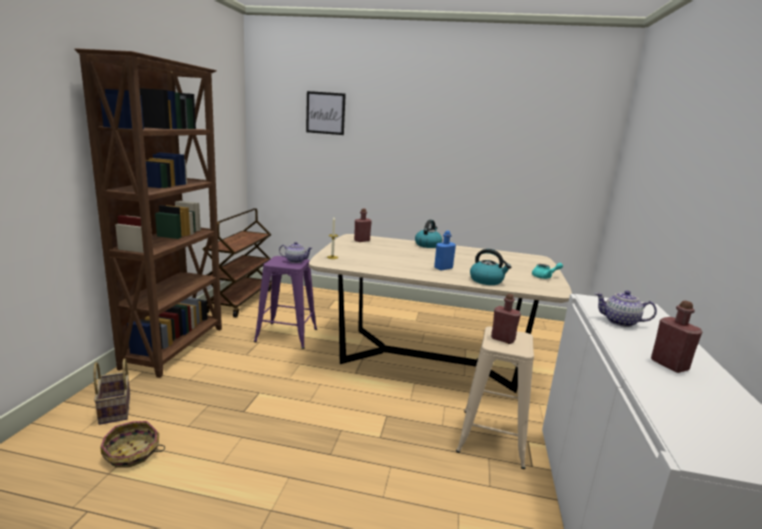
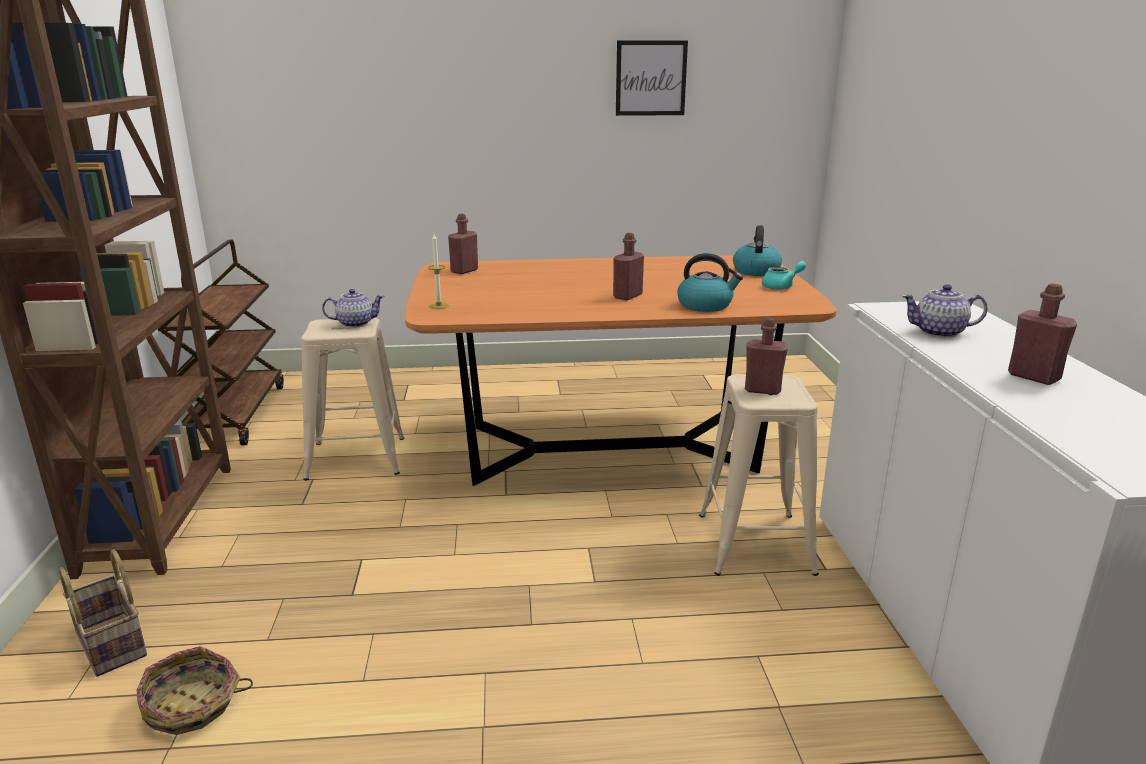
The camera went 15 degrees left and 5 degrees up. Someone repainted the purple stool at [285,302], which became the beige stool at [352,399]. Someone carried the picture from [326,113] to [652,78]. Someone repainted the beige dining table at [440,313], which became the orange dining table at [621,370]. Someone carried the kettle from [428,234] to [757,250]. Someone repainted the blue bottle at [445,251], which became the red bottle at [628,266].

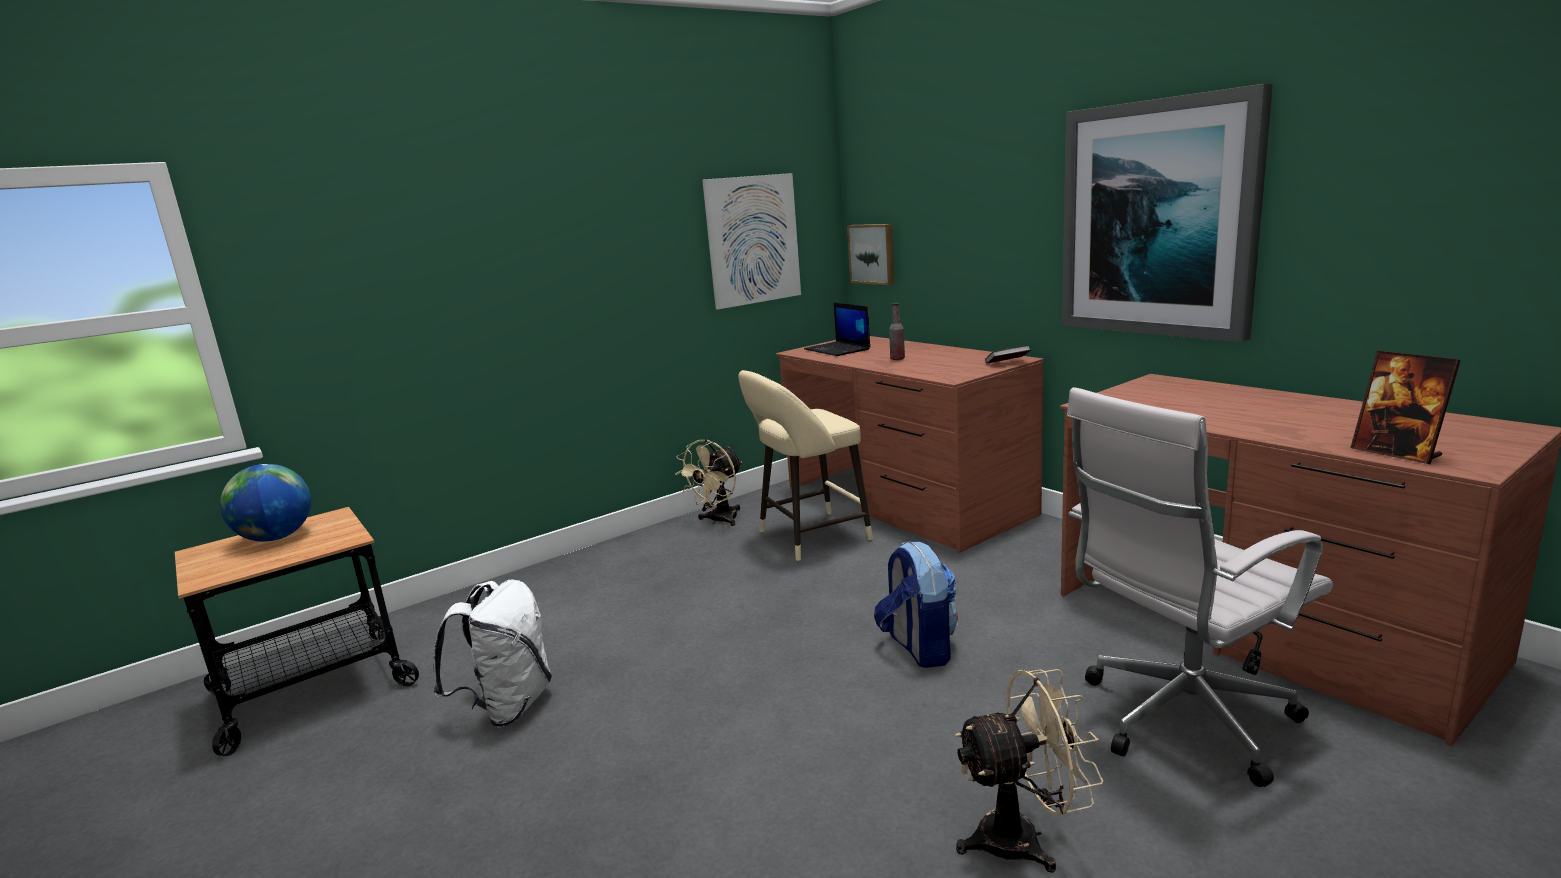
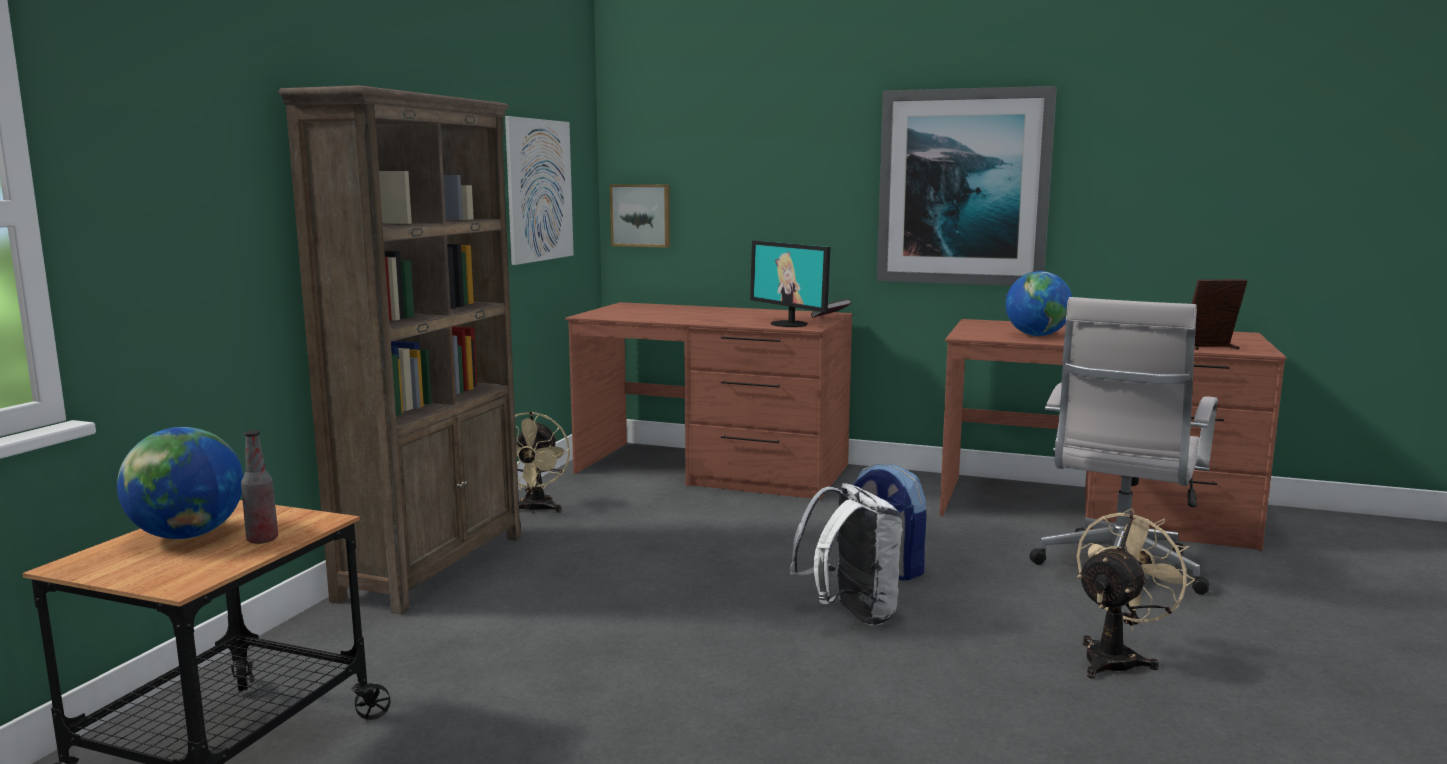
The camera went 35 degrees left and 5 degrees down. Someone carried the white backpack from [492,653] to [846,554]. Someone took away the beige stool at [805,465]. Someone took away the laptop at [837,329]. Someone carried the bottle from [897,331] to [259,487]. Someone rotated the picture frame at [1405,407] by 150 degrees clockwise. Someone put down the brown bookcase at [400,350]. Someone put down the monitor at [790,284]. Someone put down the globe at [1039,303].

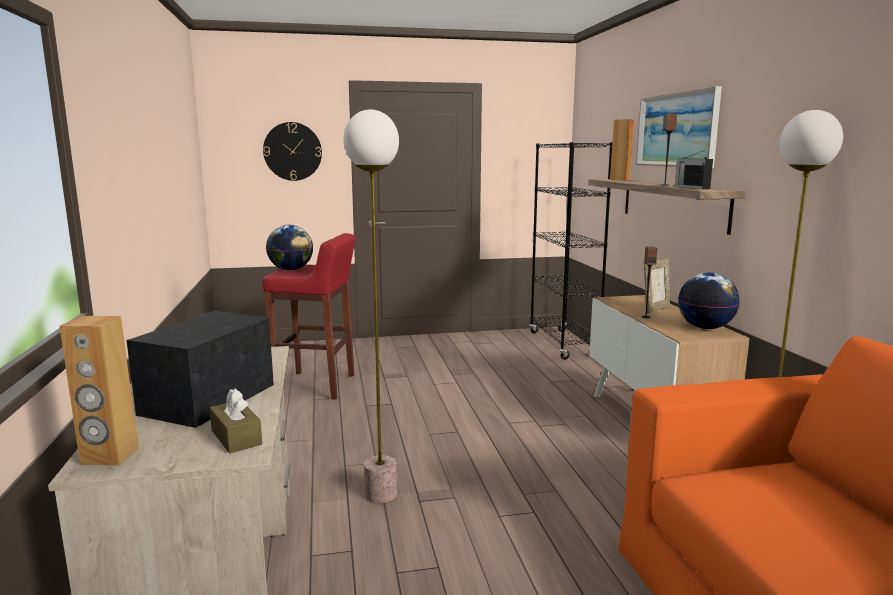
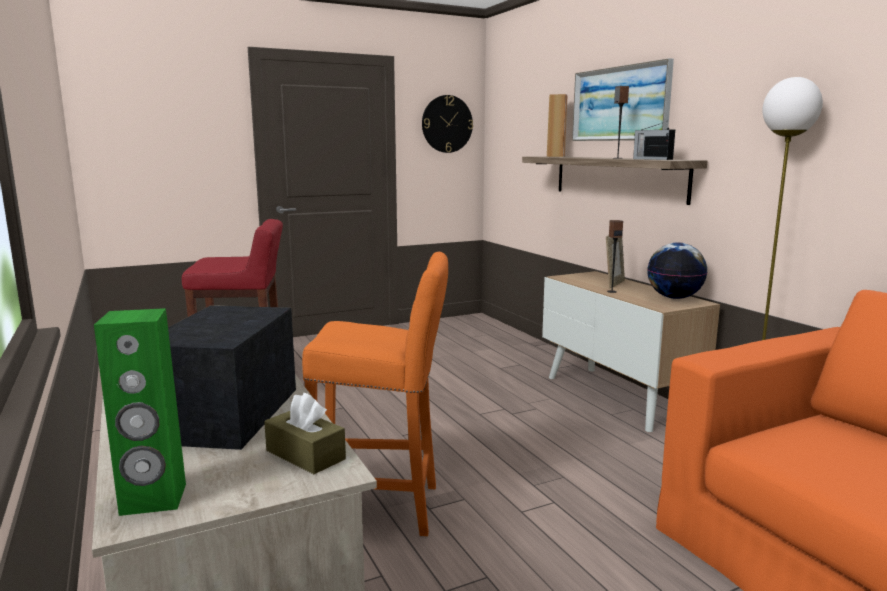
The camera went 15 degrees left and 0 degrees up. Someone repainted the brown speaker at [99,391], which became the green speaker at [140,412]. Someone carried the wall clock from [292,151] to [447,124]. Someone took away the globe at [289,248]. Someone swapped the floor lamp at [371,306] for the orange stool at [375,393]. Someone took away the black bookcase at [570,251].

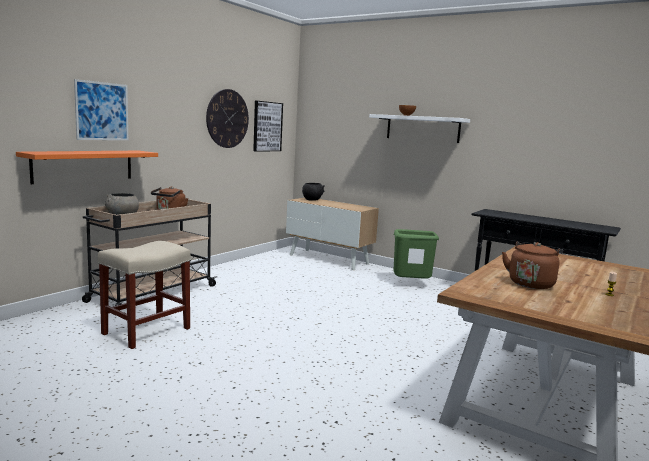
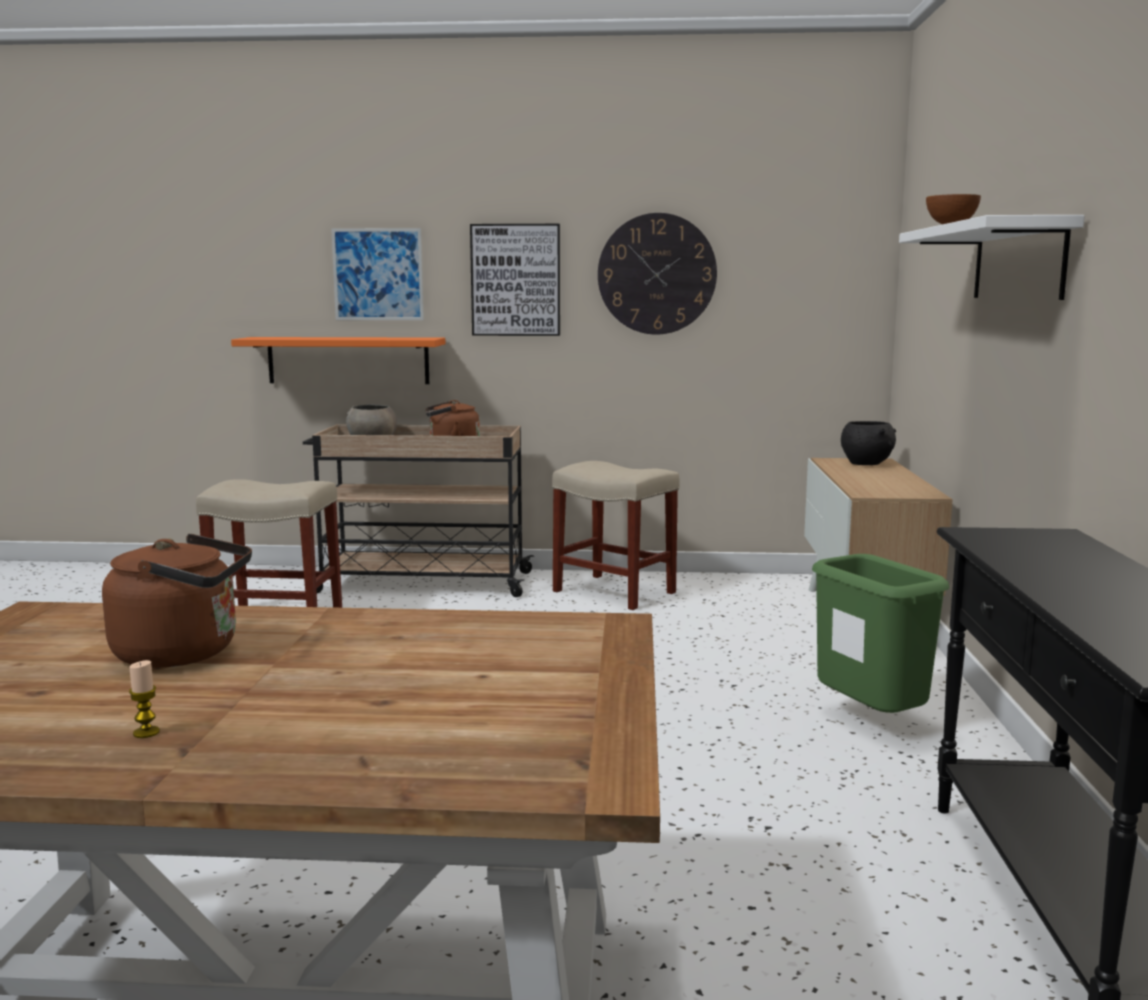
The camera went 60 degrees right and 0 degrees up. Someone carried the picture from [268,126] to [515,280]. Someone put down the beige stool at [616,535].

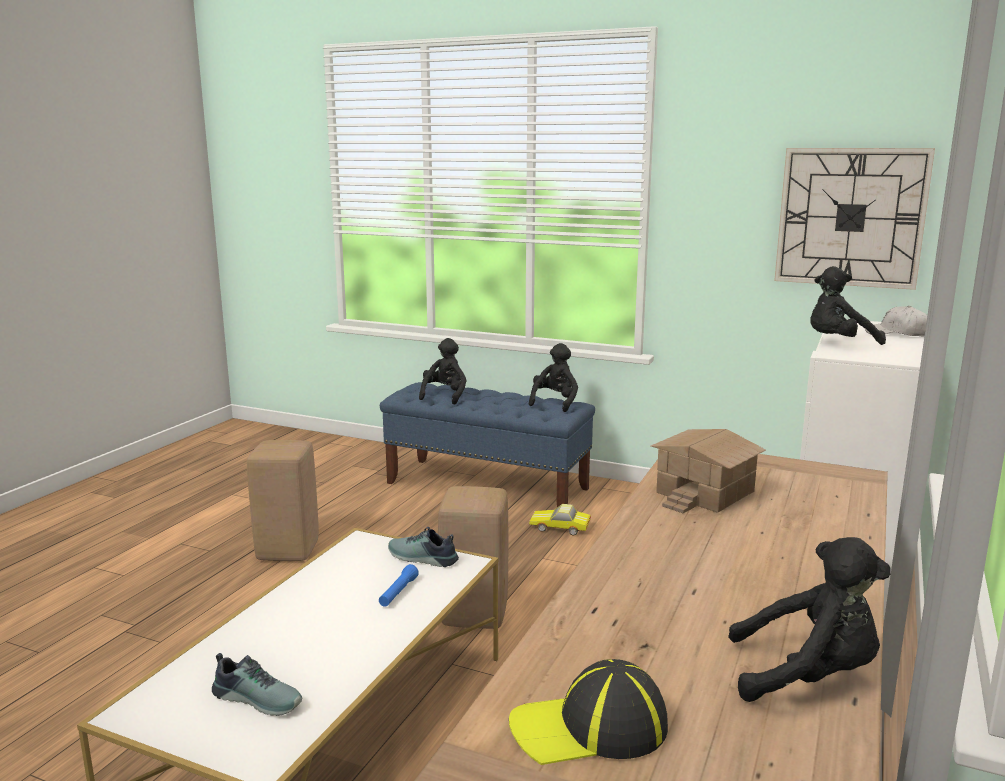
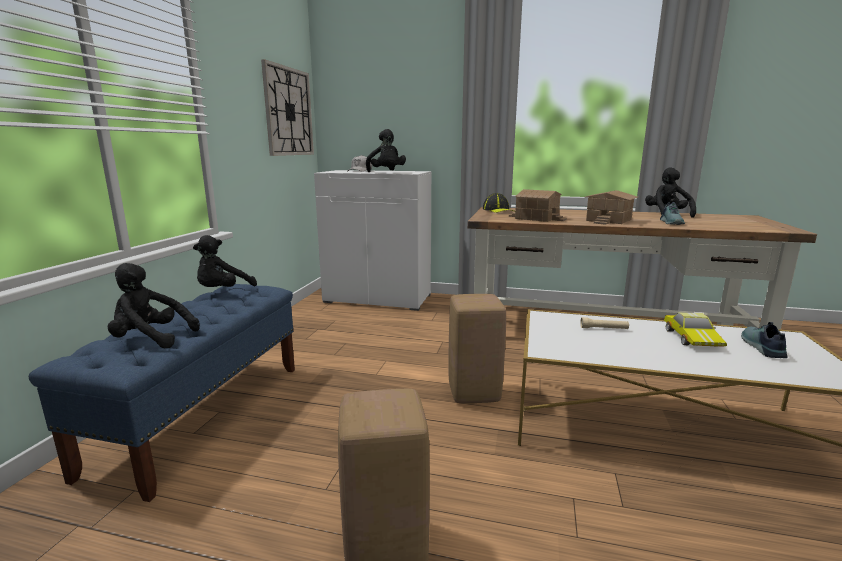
The camera went 100 degrees left and 0 degrees up. Someone repainted the blue flashlight at [399,585], which became the beige flashlight at [604,323]. Someone carried the shoe from [423,547] to [672,213]. Someone carried the cap from [588,712] to [499,203]. Someone rotated the black plush toy at [553,377] by 75 degrees counterclockwise. Someone carried the toy car from [560,519] to [695,329]. Someone put down the toy house at [611,207].

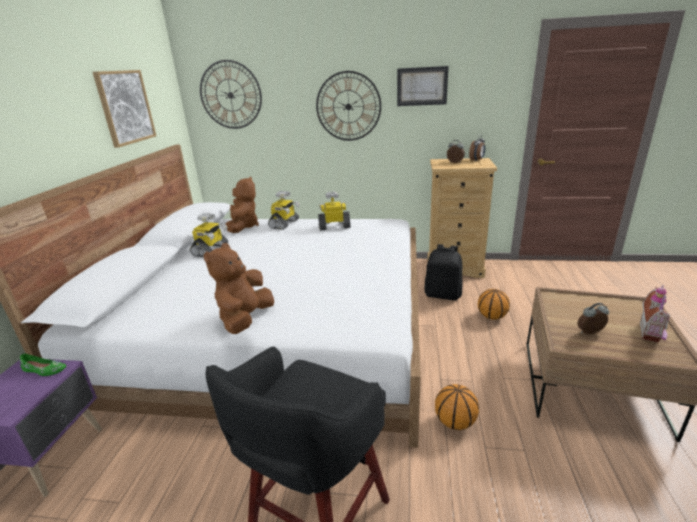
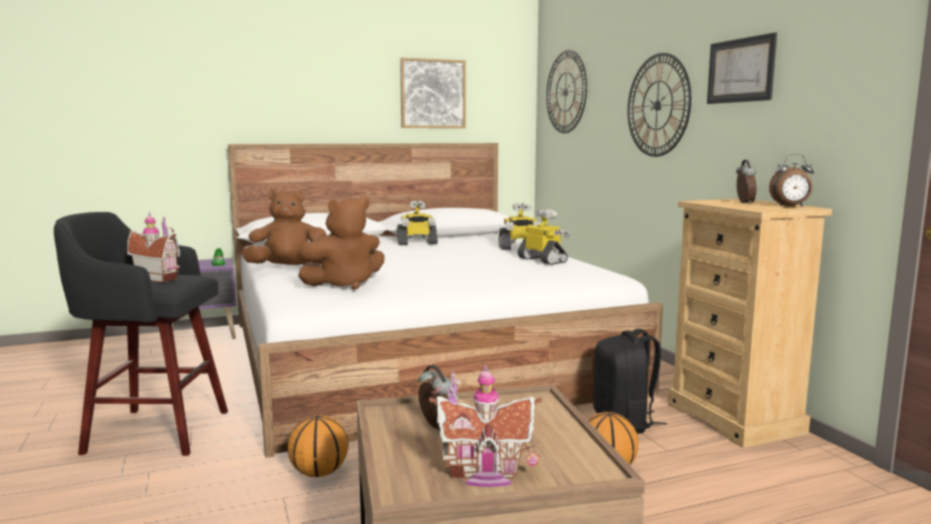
The camera went 60 degrees right and 15 degrees down. Someone carried the brown plush toy from [242,204] to [341,243]. Someone put down the toy house at [153,247].

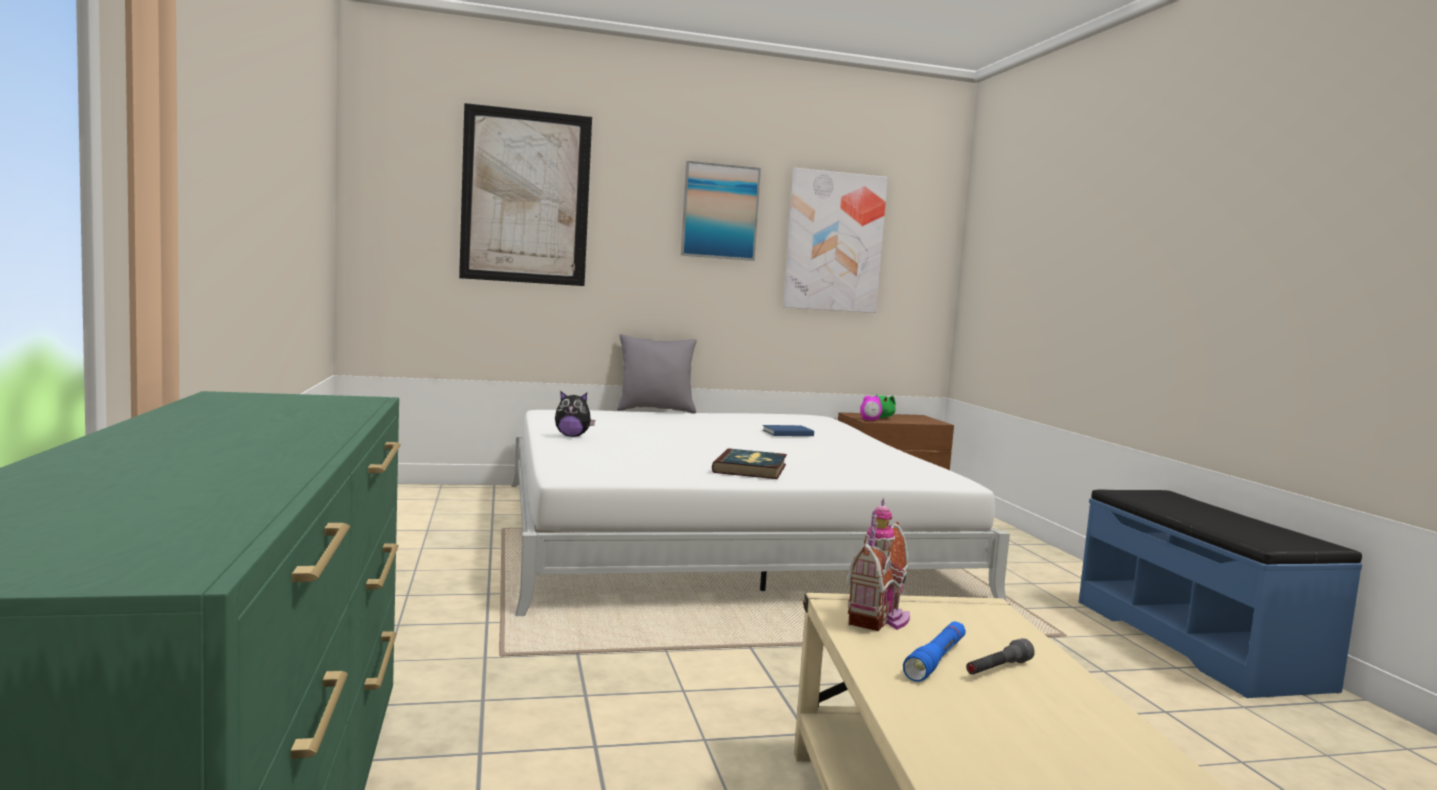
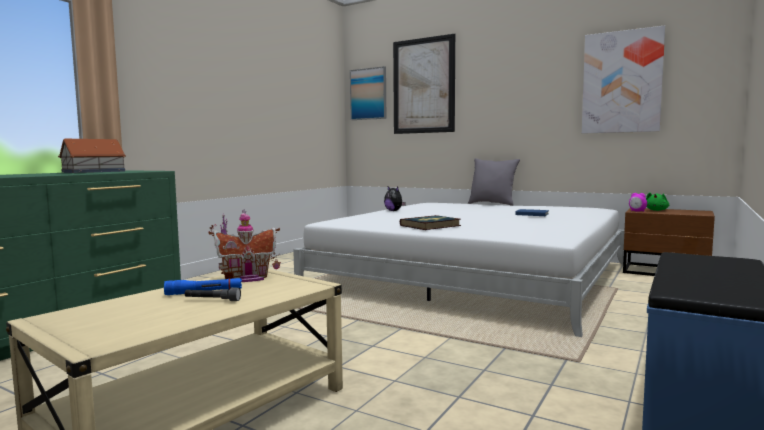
The camera went 45 degrees right and 0 degrees up. Someone carried the picture from [721,211] to [368,93]. Someone put down the toy house at [92,156].

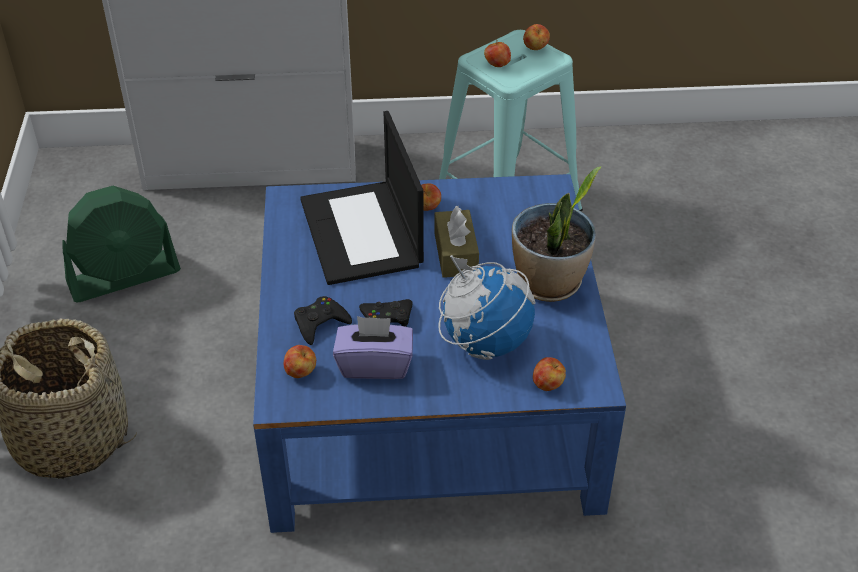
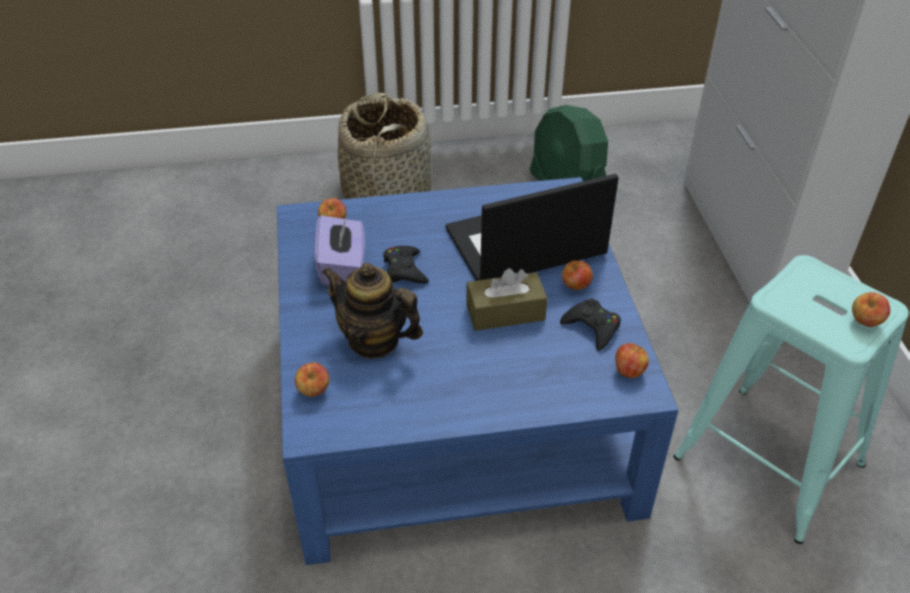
The camera went 85 degrees right and 0 degrees up. Someone carried the black game controller from [323,320] to [590,325]. Someone swapped the globe at [487,307] for the teapot at [372,311]. Someone carried the apple from [497,53] to [632,360]. Someone took away the potted plant at [557,234].

